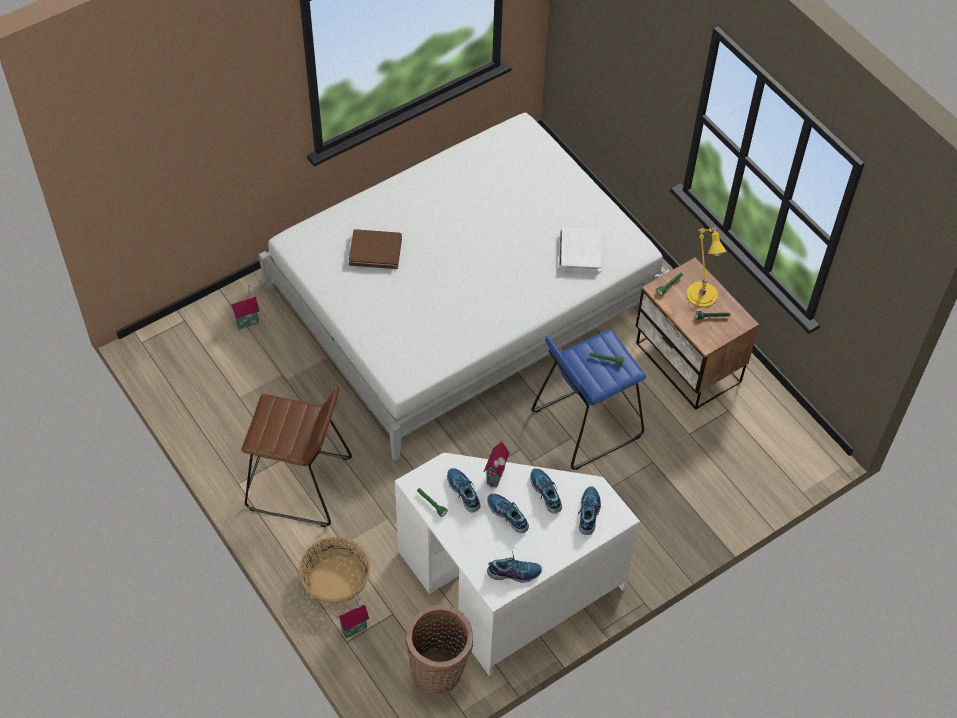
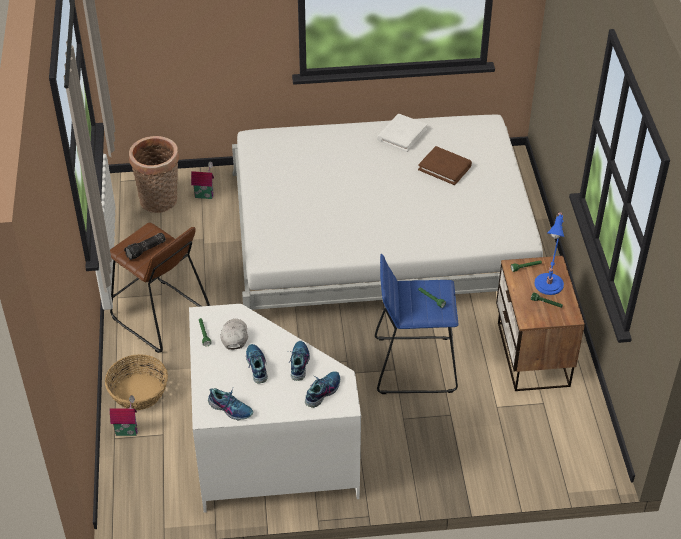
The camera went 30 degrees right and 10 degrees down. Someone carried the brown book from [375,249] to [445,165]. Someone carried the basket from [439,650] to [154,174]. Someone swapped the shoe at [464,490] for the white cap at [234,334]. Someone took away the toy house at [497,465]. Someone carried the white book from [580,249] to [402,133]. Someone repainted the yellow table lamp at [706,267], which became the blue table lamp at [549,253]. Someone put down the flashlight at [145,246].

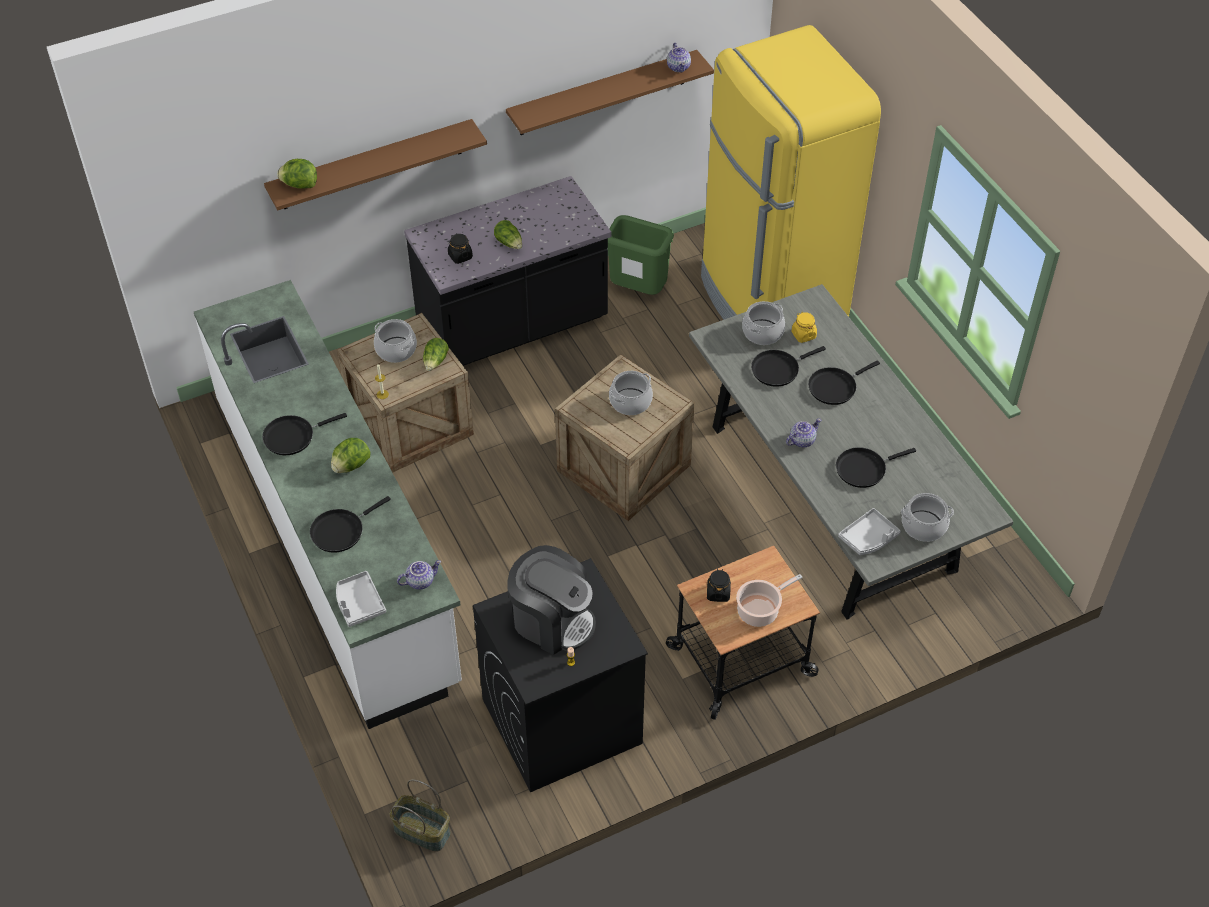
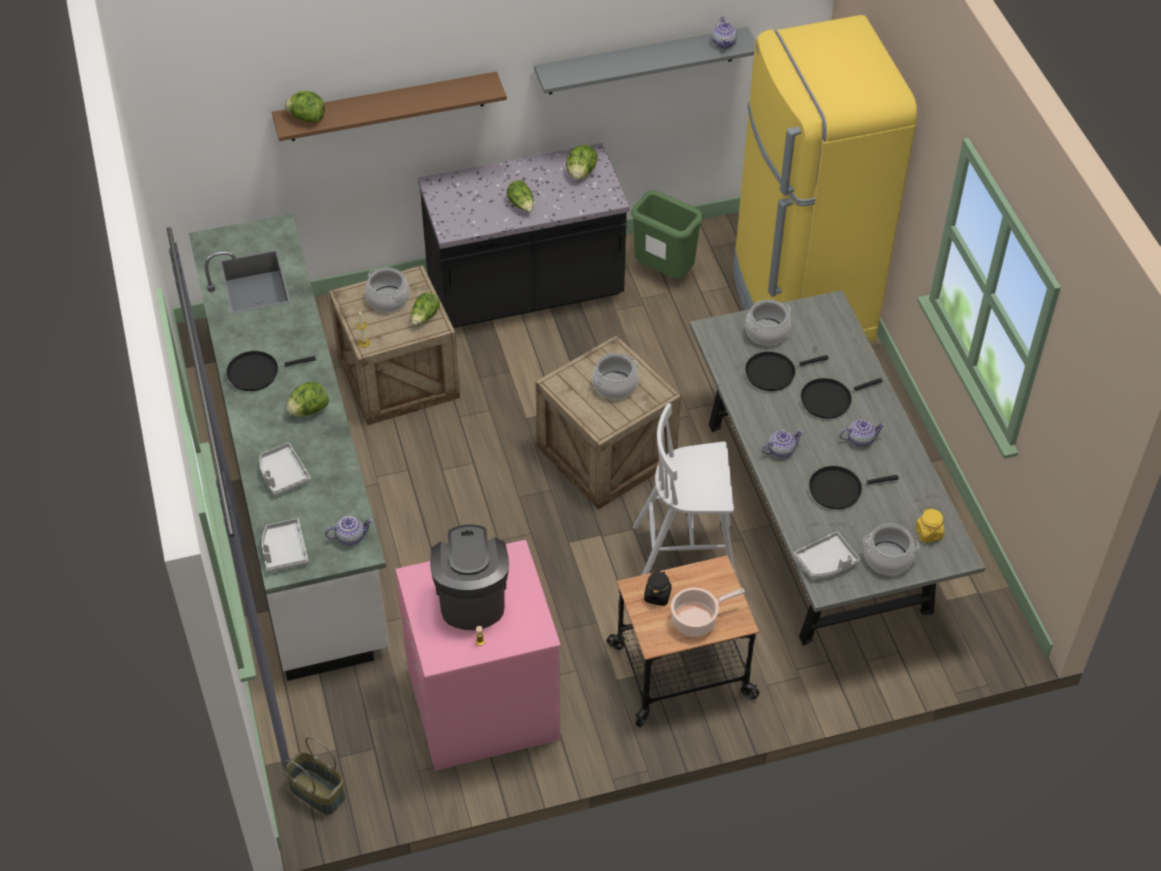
The camera went 10 degrees right and 0 degrees up. Someone swapped the black frying pan at [350,524] for the grey tray at [285,469]. Someone took away the black jar at [460,248]. Someone repainted the black washing machine at [560,675], which became the pink washing machine at [478,655]. Someone repainted the brown shelf at [610,92], which became the grey shelf at [644,61]. Someone rotated the coffee machine at [552,600] by 135 degrees counterclockwise. Someone carried the yellow jar from [804,327] to [930,525]. Someone put down the lettuce at [582,162]. Someone put down the white stool at [684,489]. Someone put down the teapot at [862,433].

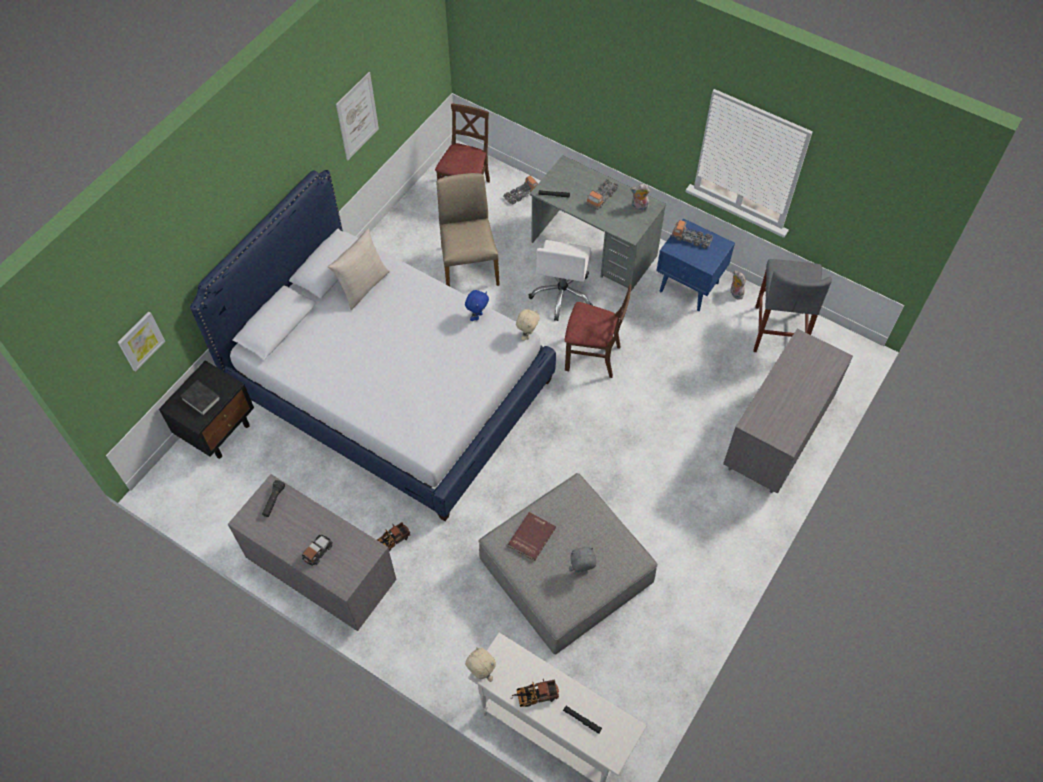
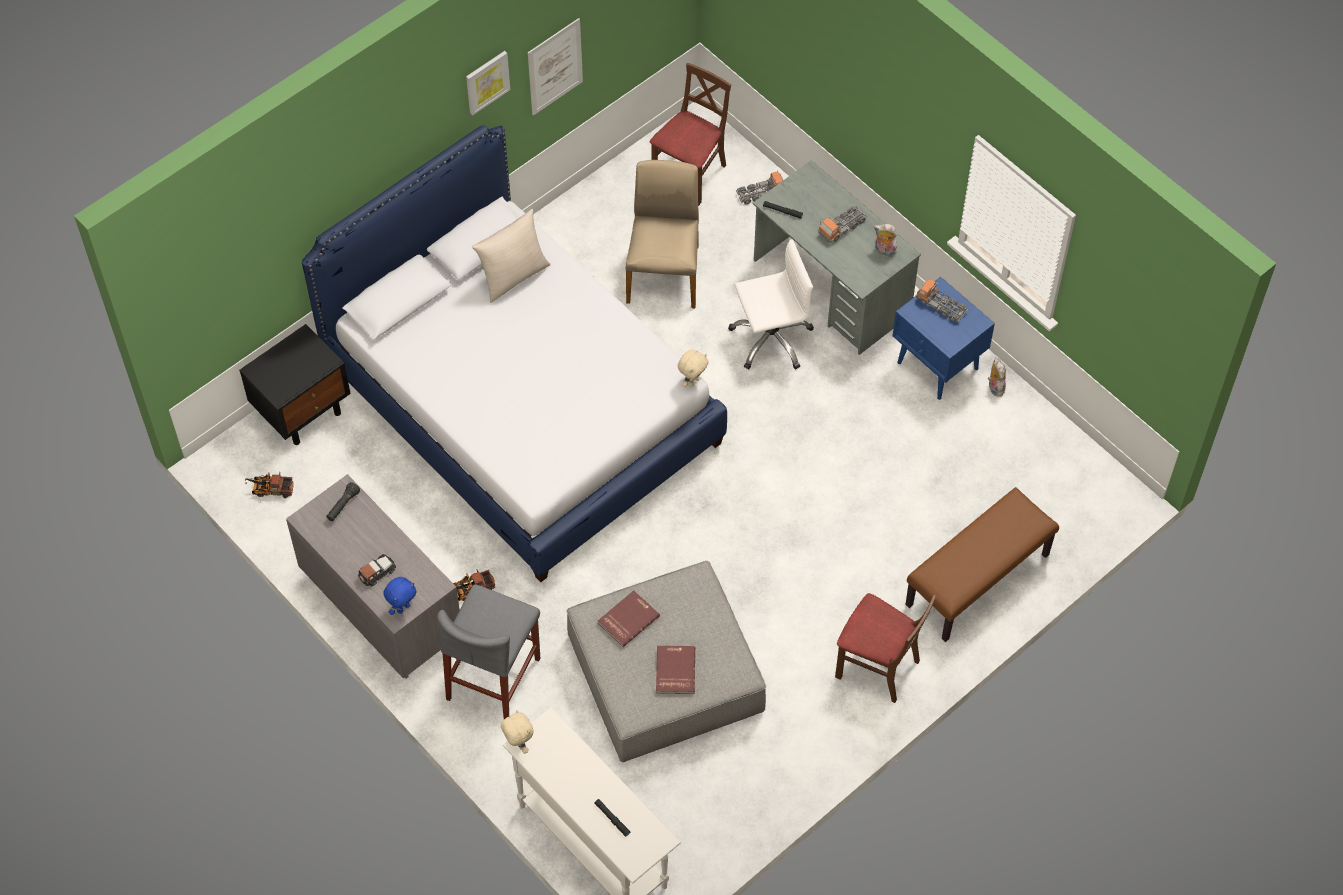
The camera went 15 degrees right and 0 degrees up. Someone carried the picture from [141,341] to [488,83]. Someone took away the black book at [200,398]. Someone carried the blue plush toy from [477,305] to [400,596]. Someone carried the toy truck from [535,693] to [269,485]. Someone rotated the white office chair at [561,280] by 135 degrees counterclockwise. Someone carried the brown chair from [598,331] to [885,648]. Someone swapped the grey plush toy at [582,559] for the red book at [675,669]. Someone swapped the grey dresser at [788,411] for the brown bench at [982,564]. Someone carried the grey stool from [792,305] to [488,652].

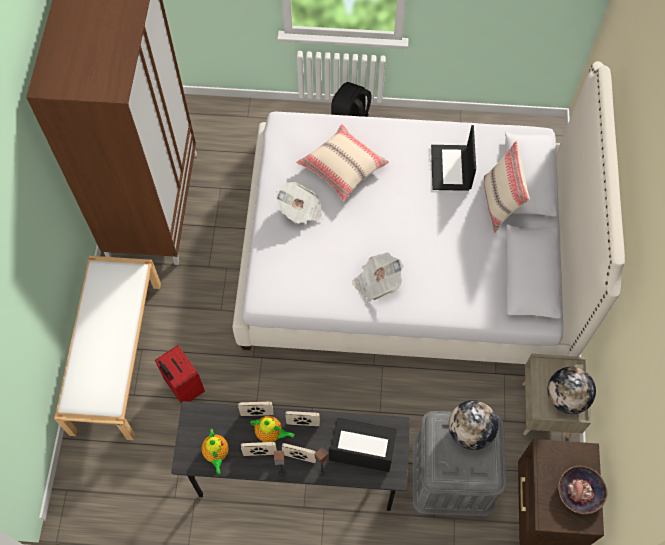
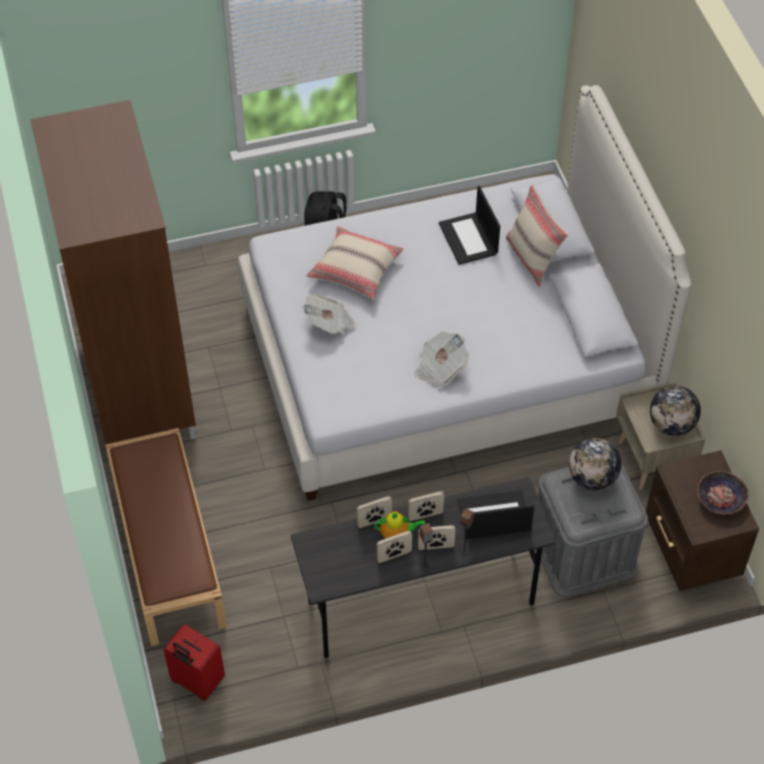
The camera went 20 degrees left and 10 degrees down. Someone repainted the white bench at [107,348], which became the brown bench at [166,537]. Someone carried the red suitcase from [180,374] to [194,662]. Someone took away the teapot at [215,451].

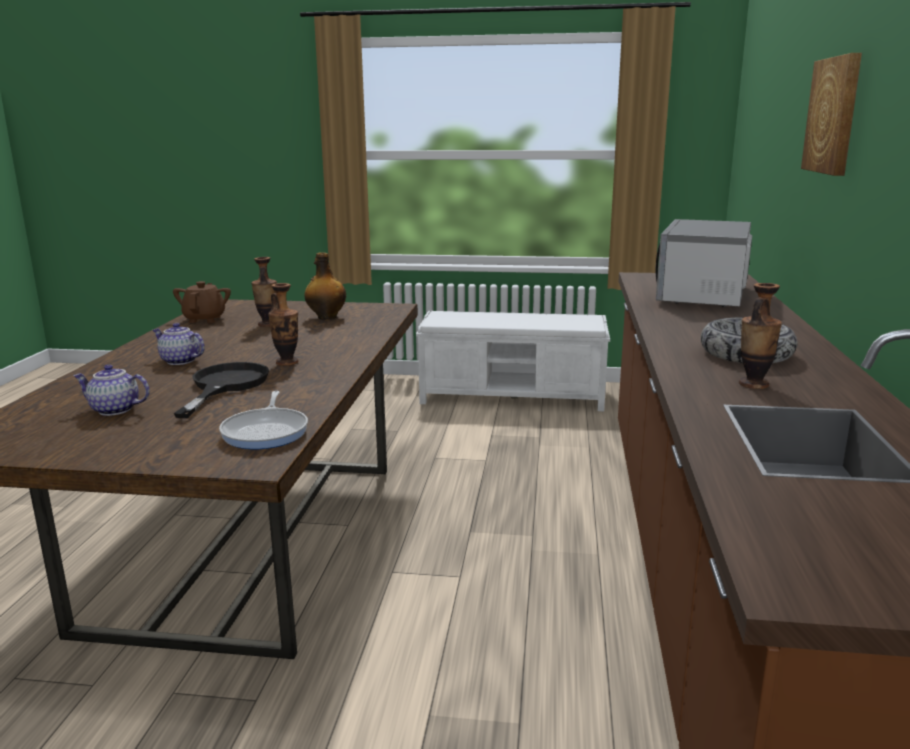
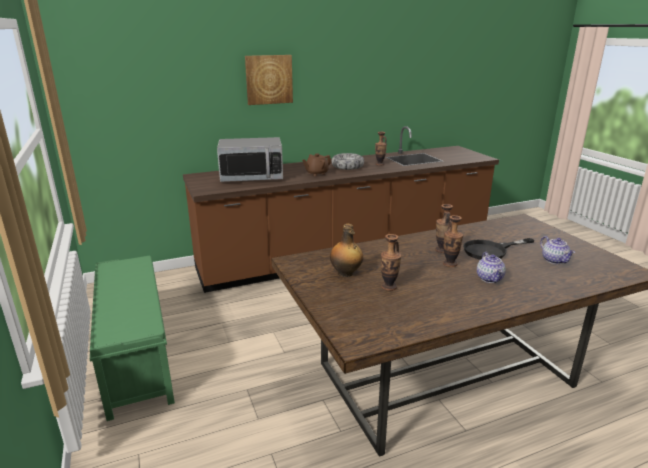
The camera went 120 degrees left and 5 degrees up. Someone carried the brown teapot from [202,302] to [317,164]. Someone took away the frying pan at [263,420]. Someone repainted the white bench at [513,361], which became the green bench at [132,338]. Someone put down the vase at [453,241].

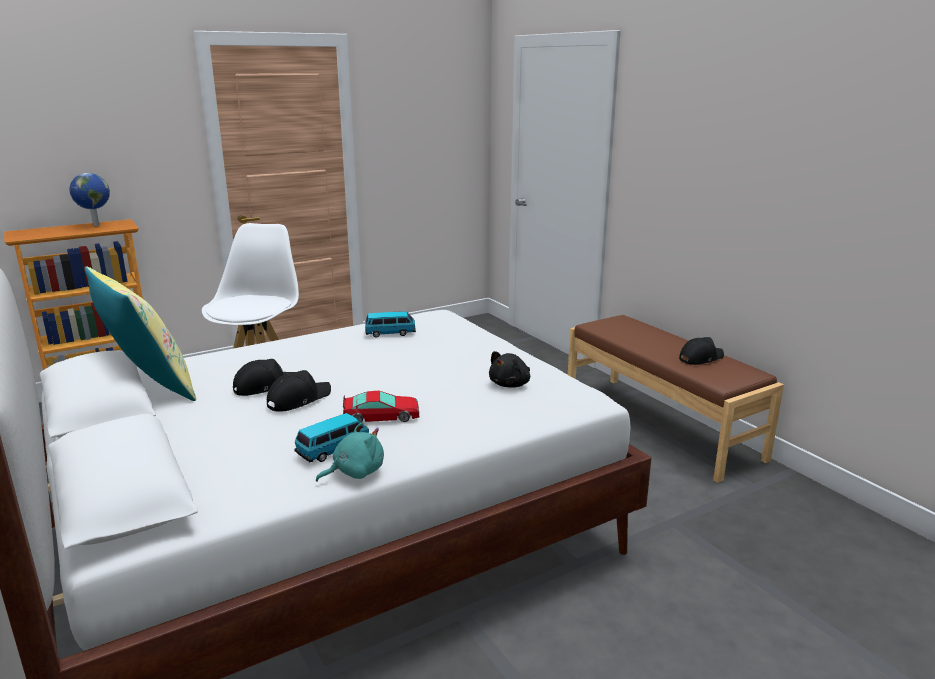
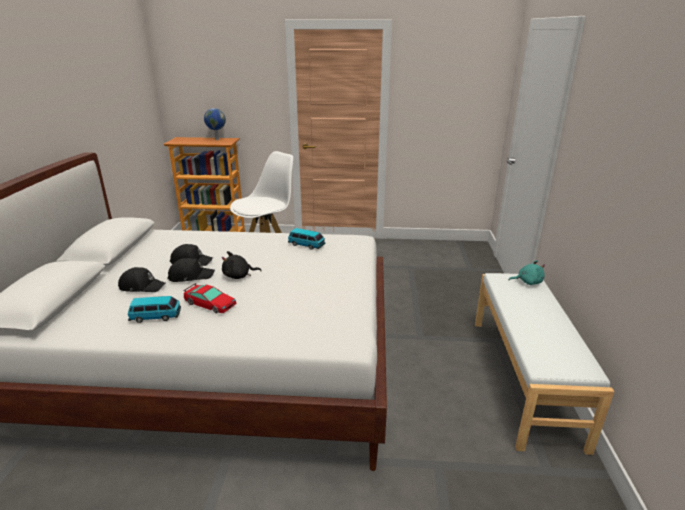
The camera went 35 degrees right and 5 degrees up. Someone took away the yellow pillow at [140,333]. Someone carried the turquoise plush toy from [350,452] to [527,272]. Someone carried the black plush toy from [509,369] to [241,265]. Someone repainted the brown bench at [676,399], which became the white bench at [544,364]. Someone carried the black cap from [701,351] to [141,279].

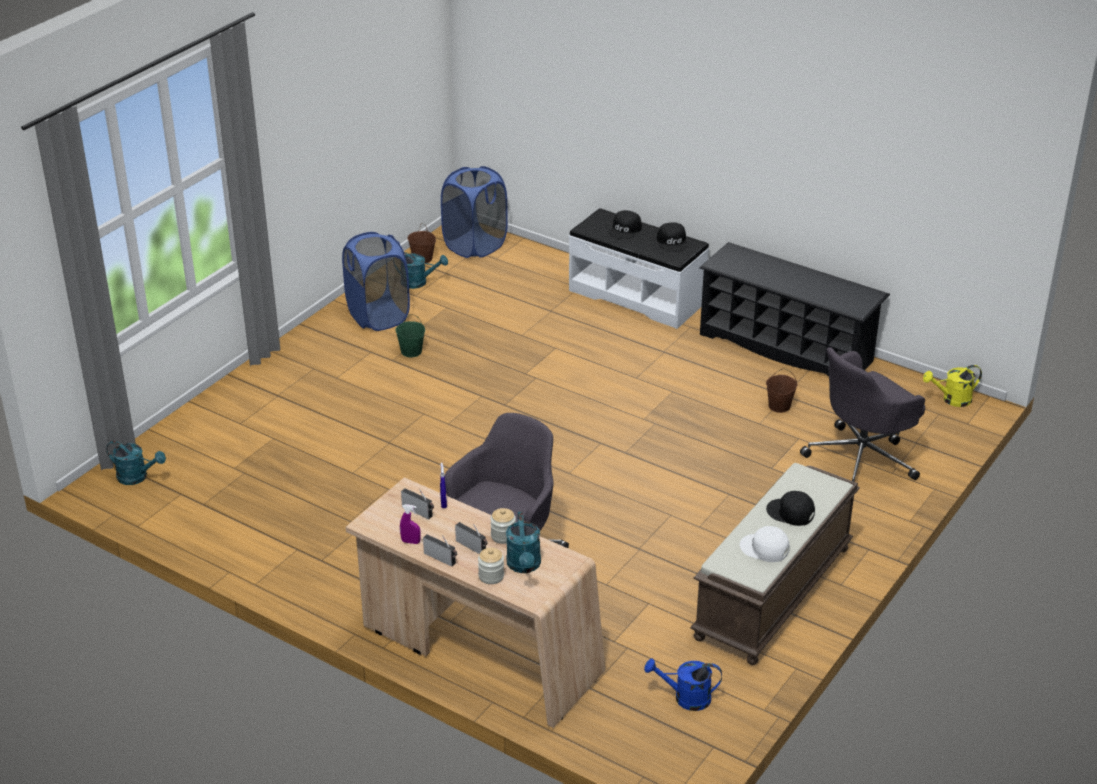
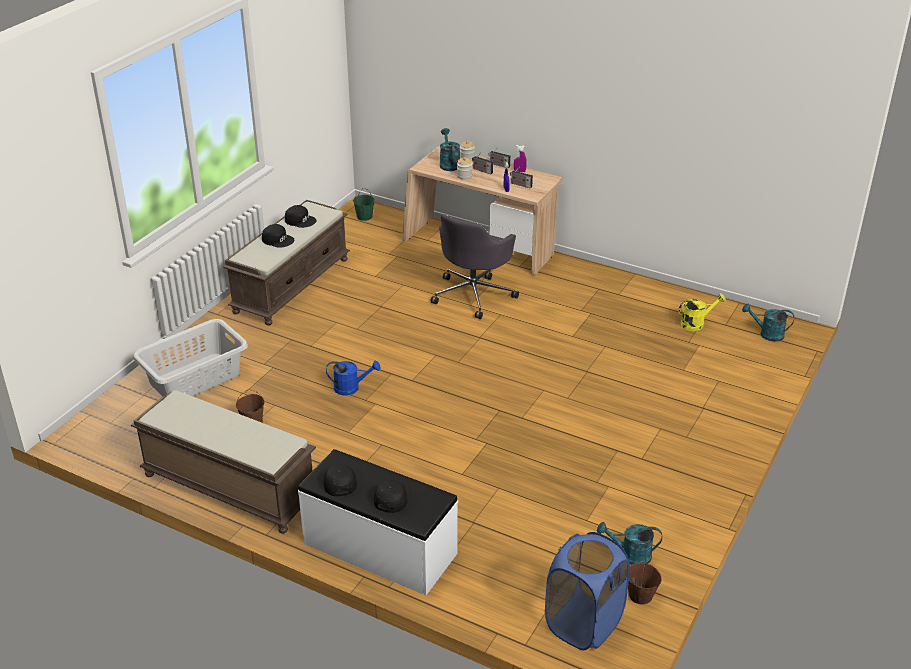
The camera went 175 degrees right and 0 degrees up. Someone took away the blue laundry basket at [376,281]. Someone carried the green bucket from [410,335] to [364,204]. Someone carried the blue watering can from [683,685] to [353,378]. Someone swapped the black shoe rack at [794,309] for the brown bench at [223,462]. Someone repainted the white cap at [765,544], which became the black cap at [300,216]. Someone swapped the grey office chair at [862,414] for the grey laundry basket at [190,358]. Someone carried the yellow watering can from [952,386] to [702,312].

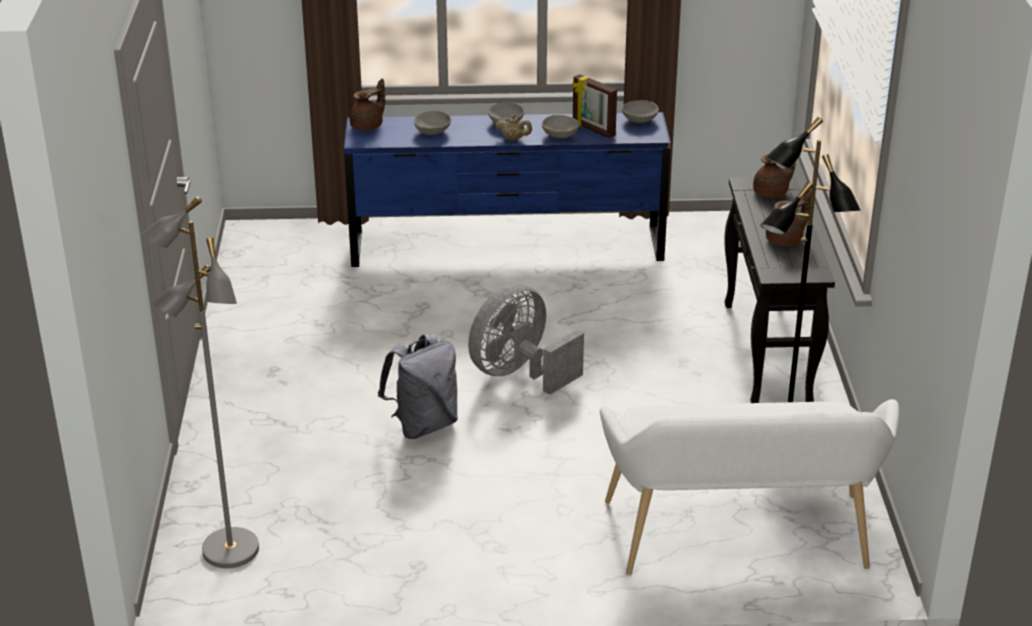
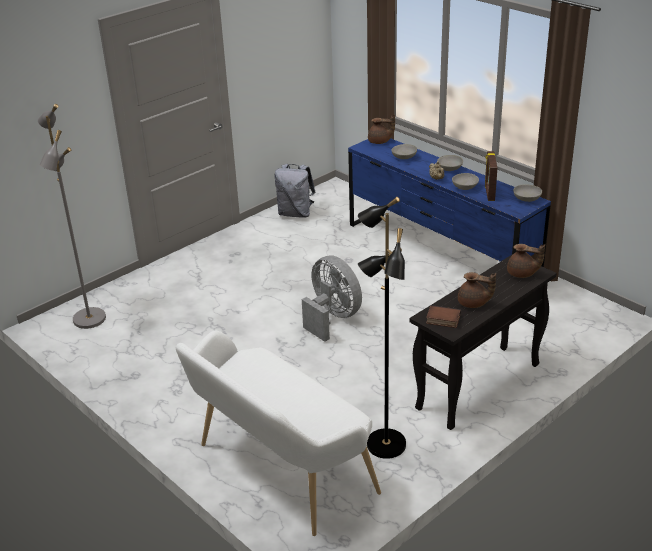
The camera went 50 degrees right and 0 degrees up. Someone carried the grey backpack from [418,386] to [294,191]. Someone rotated the grey fan at [526,339] by 45 degrees clockwise. Someone put down the book at [443,316].

